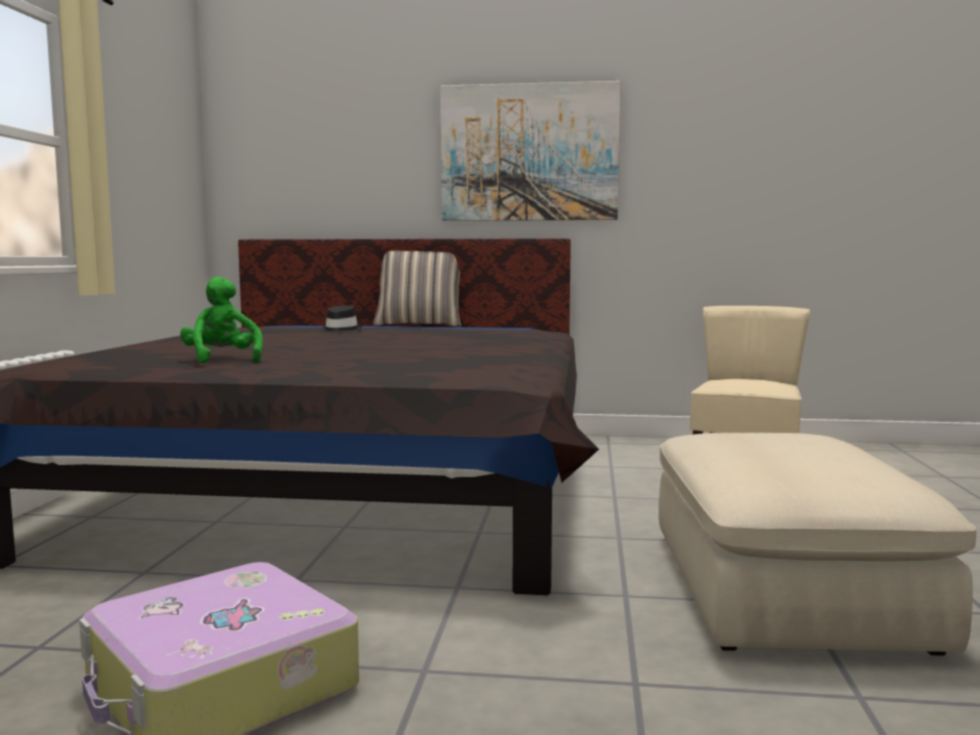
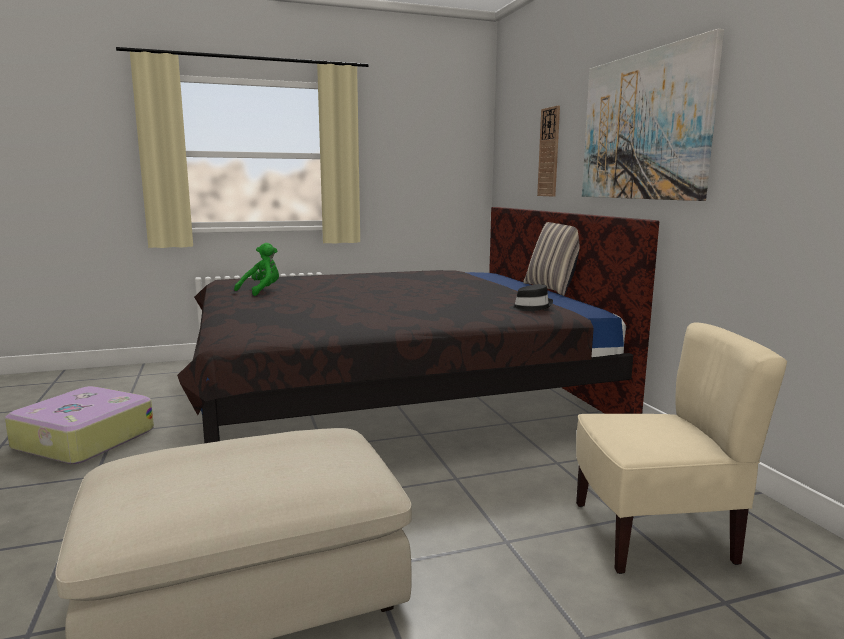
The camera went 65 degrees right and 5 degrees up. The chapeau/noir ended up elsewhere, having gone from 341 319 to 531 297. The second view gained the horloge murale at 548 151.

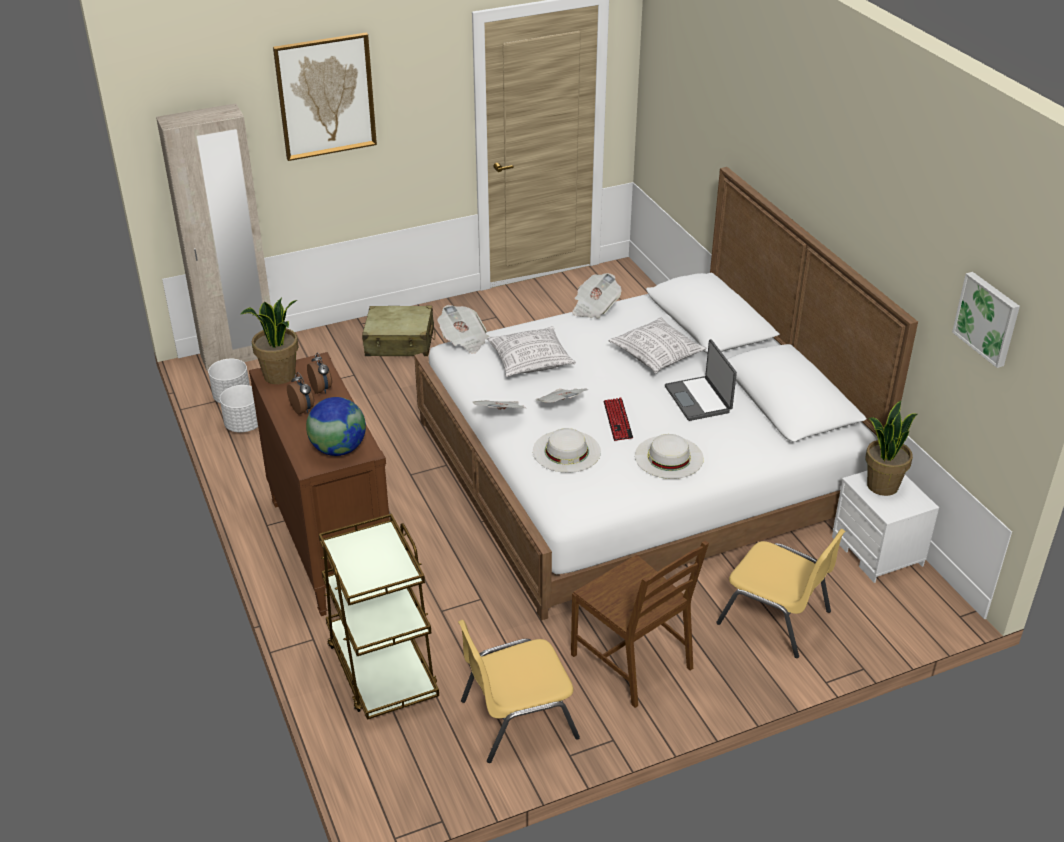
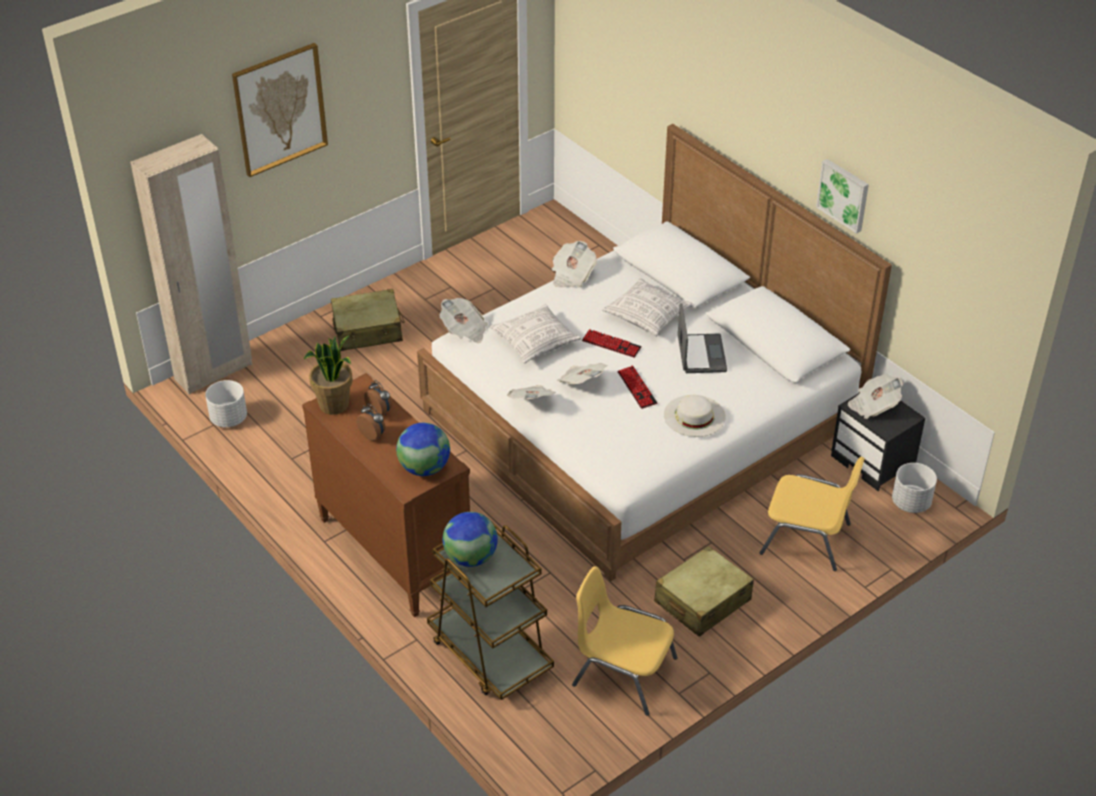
The camera went 15 degrees left and 5 degrees up. The cache-pot/blanc ended up elsewhere, having gone from 239 408 to 914 488. The chaise/jaune at 519 691 ended up facing another way, 60 degrees clockwise from before. The second view lost the chapeau/blanc at 567 450. Where the chaise/marron stood at 640 624, the valise/beige came to stand at 704 591. The ordinateur portable at 701 380 ended up facing another way, 150 degrees counterclockwise from before. What was the table de chevet/blanc at 885 527 turned into the table de chevet/noir at 878 442. Where the plante en pot stood at 891 448, the journal came to stand at 875 396. The tableau ended up elsewhere, having gone from 986 320 to 842 196. The second view gained the globe at 470 539. The second view gained the clavier at 612 343.

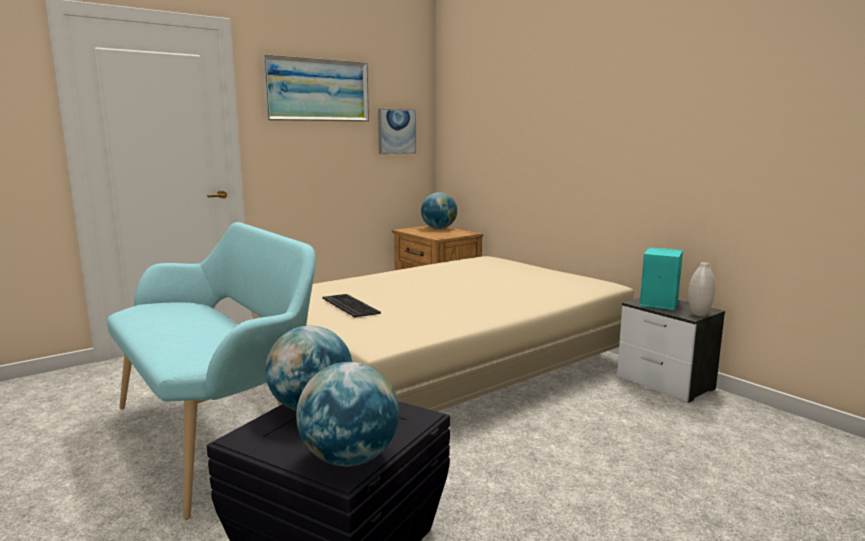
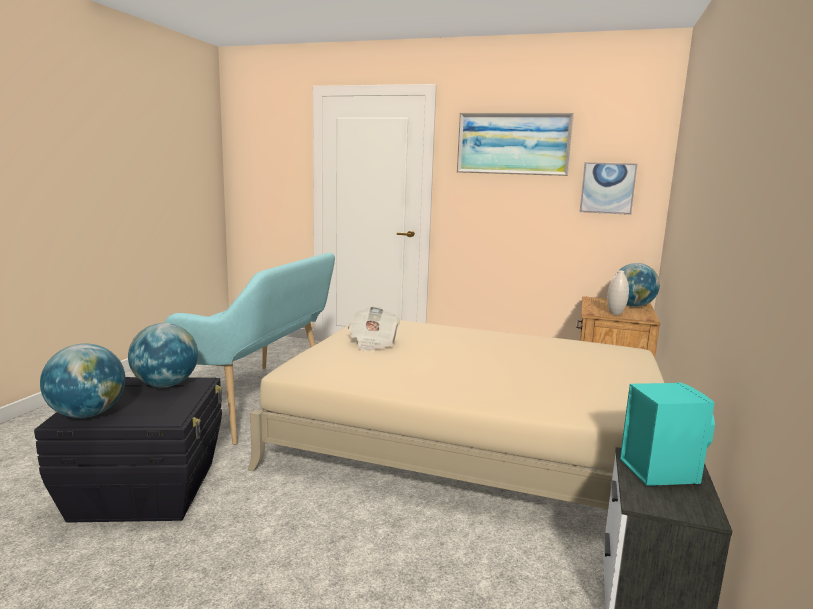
The camera went 55 degrees right and 0 degrees up. Where the clavier stood at 351 305, the journal came to stand at 374 328. The vase/blanc ended up elsewhere, having gone from 701 289 to 618 292.

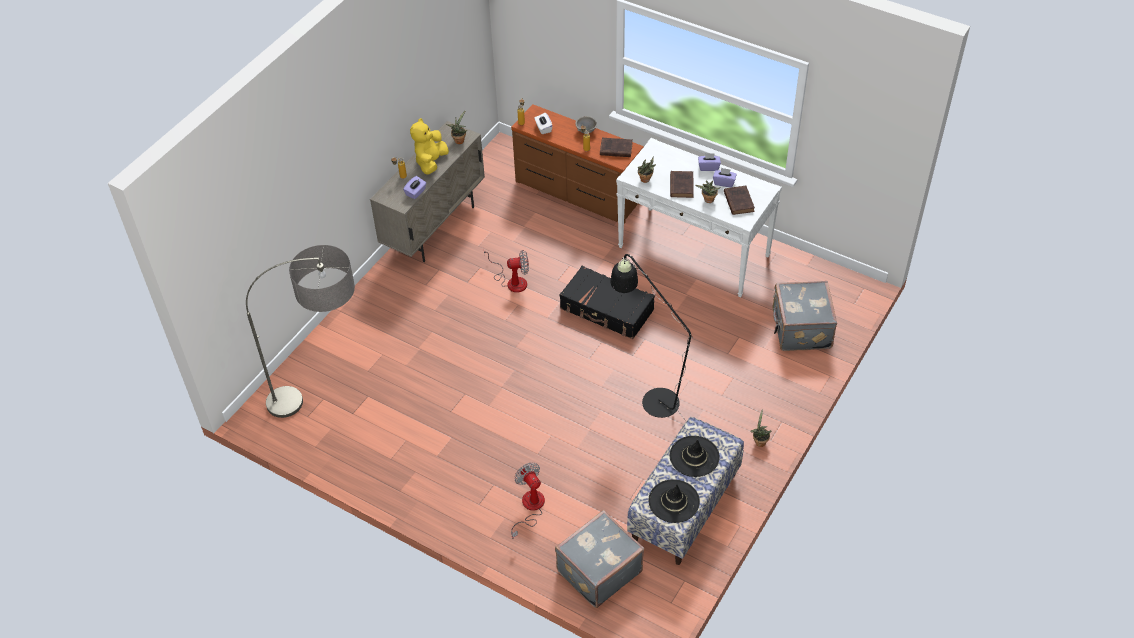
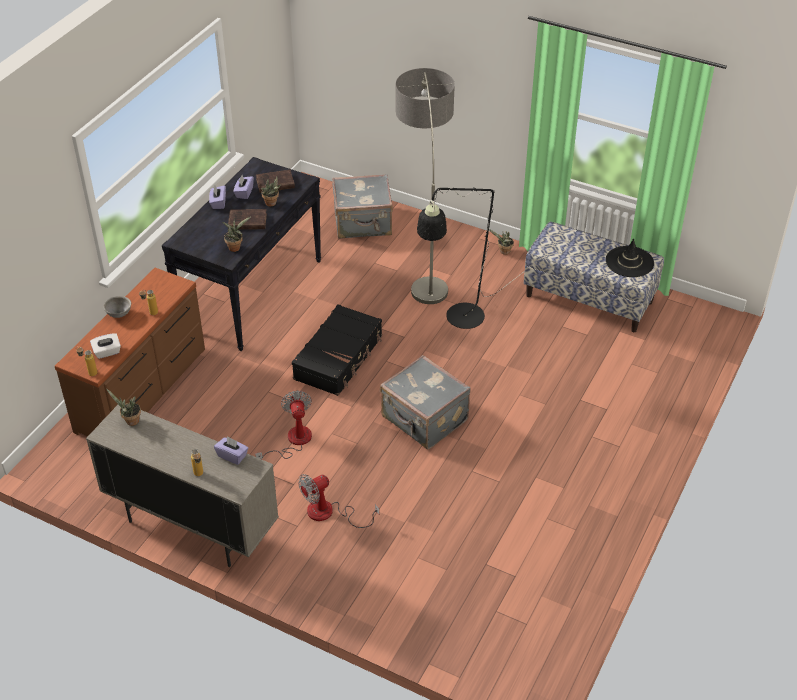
The camera went 95 degrees left and 5 degrees down. The lampadaire ended up elsewhere, having gone from 300 331 to 425 186. The second view lost the peluche/jaune at 429 146. The ventilateur ended up elsewhere, having gone from 528 501 to 338 501. The valise/gris ended up elsewhere, having gone from 599 559 to 425 402. The second view lost the livre/marron at 616 147. What was the table console/blanc at 699 218 turned into the table console/noir at 241 254. The second view lost the chapeau/noir at 695 456.

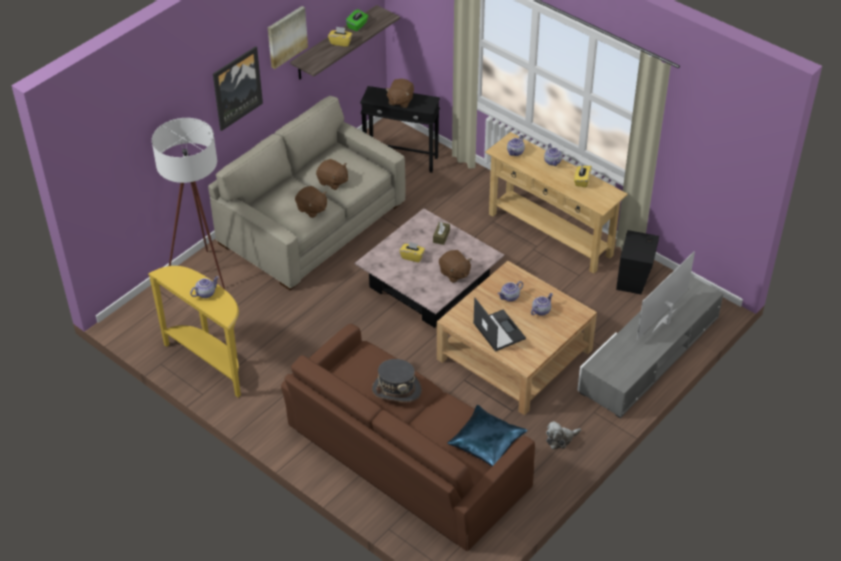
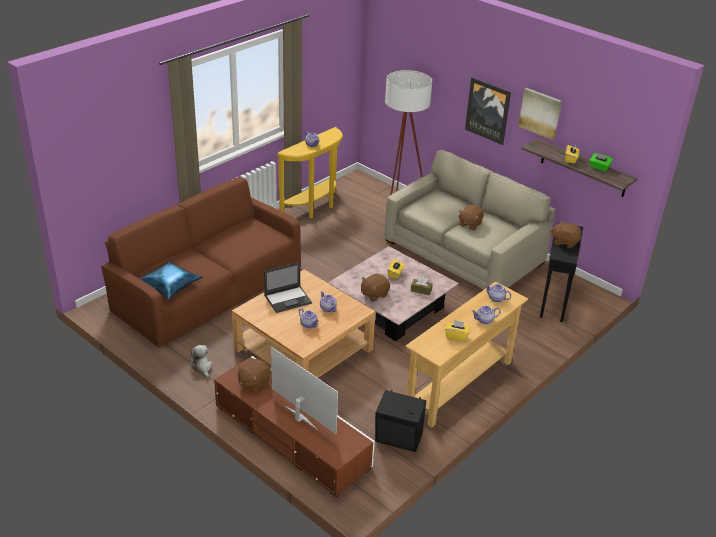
The camera went 90 degrees right and 10 degrees down. The peluche/marron ended up elsewhere, having gone from 311 202 to 254 375. The second view lost the chapeau/gris at 397 380. What was the meuble télé/gris at 650 347 turned into the meuble télé/marron at 294 426.

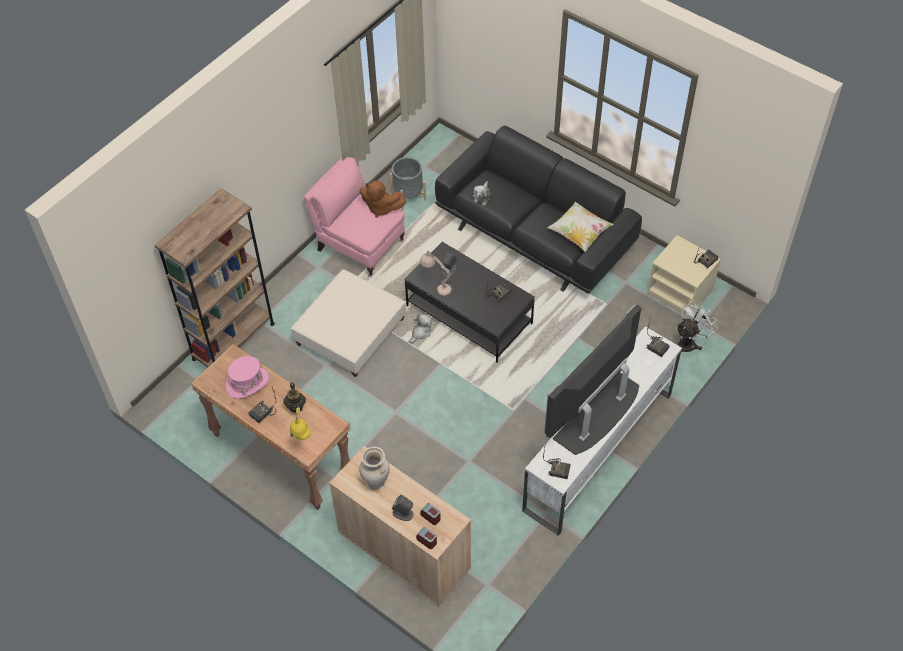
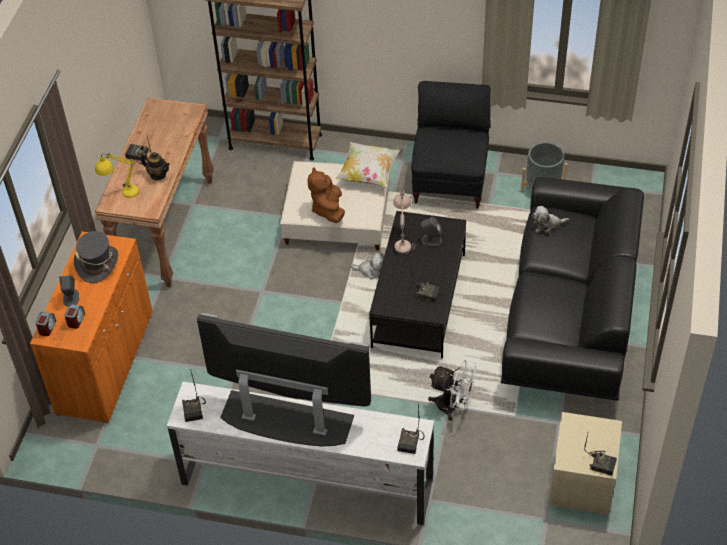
The camera went 65 degrees right and 5 degrees down. The second view lost the chapeau/rose at 247 377. The théière at 294 397 ended up facing another way, 120 degrees counterclockwise from before. What was the fauteuil/rose at 354 217 turned into the fauteuil/noir at 451 145. What was the meuble de rangement/beige at 400 526 turned into the meuble de rangement/orange at 91 327. The peluche/marron ended up elsewhere, having gone from 382 199 to 326 195. Where the vase/beige stood at 374 468, the chapeau/gris came to stand at 96 257. The coussin ended up elsewhere, having gone from 580 227 to 367 164. The ventilateur/blanc ended up elsewhere, having gone from 696 326 to 452 390.

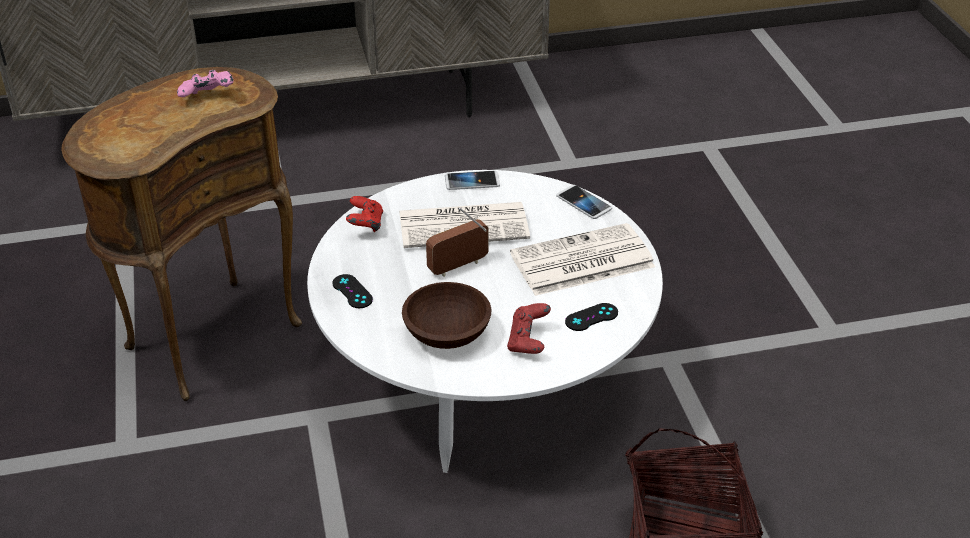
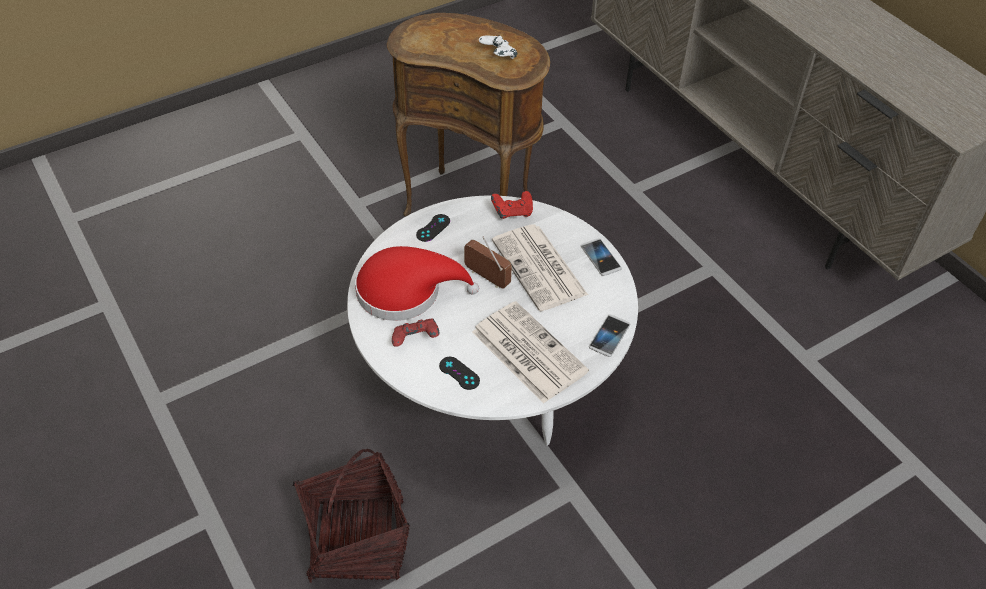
The camera went 70 degrees right and 10 degrees up. What was the manette/rose at 205 83 turned into the manette/blanc at 497 47. Where the bol/marron stood at 446 315, the chapeau/rouge came to stand at 417 283.

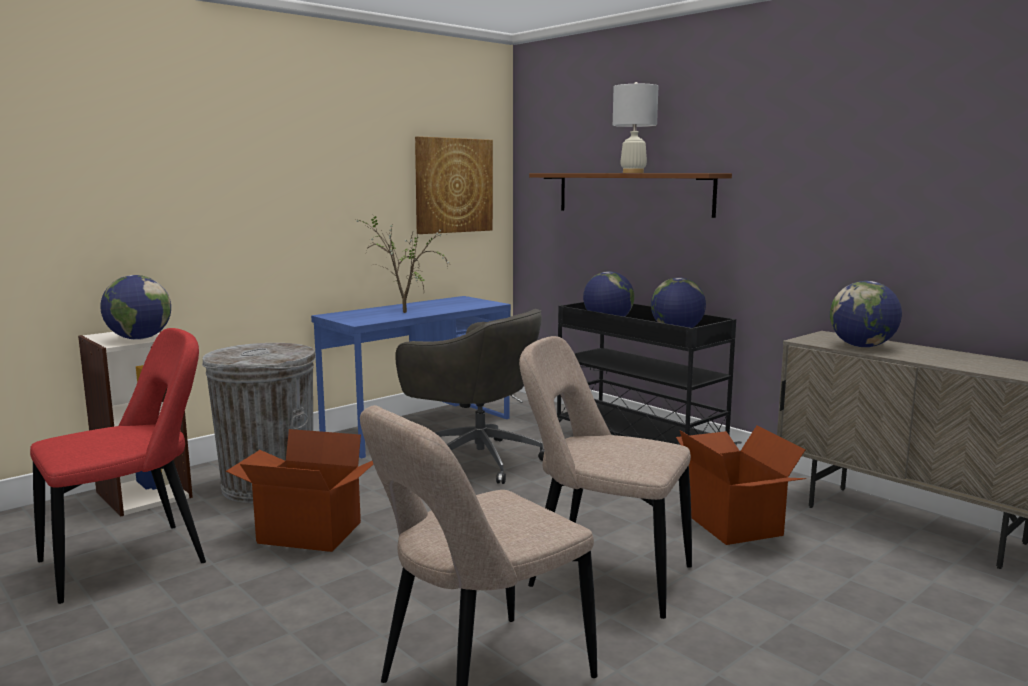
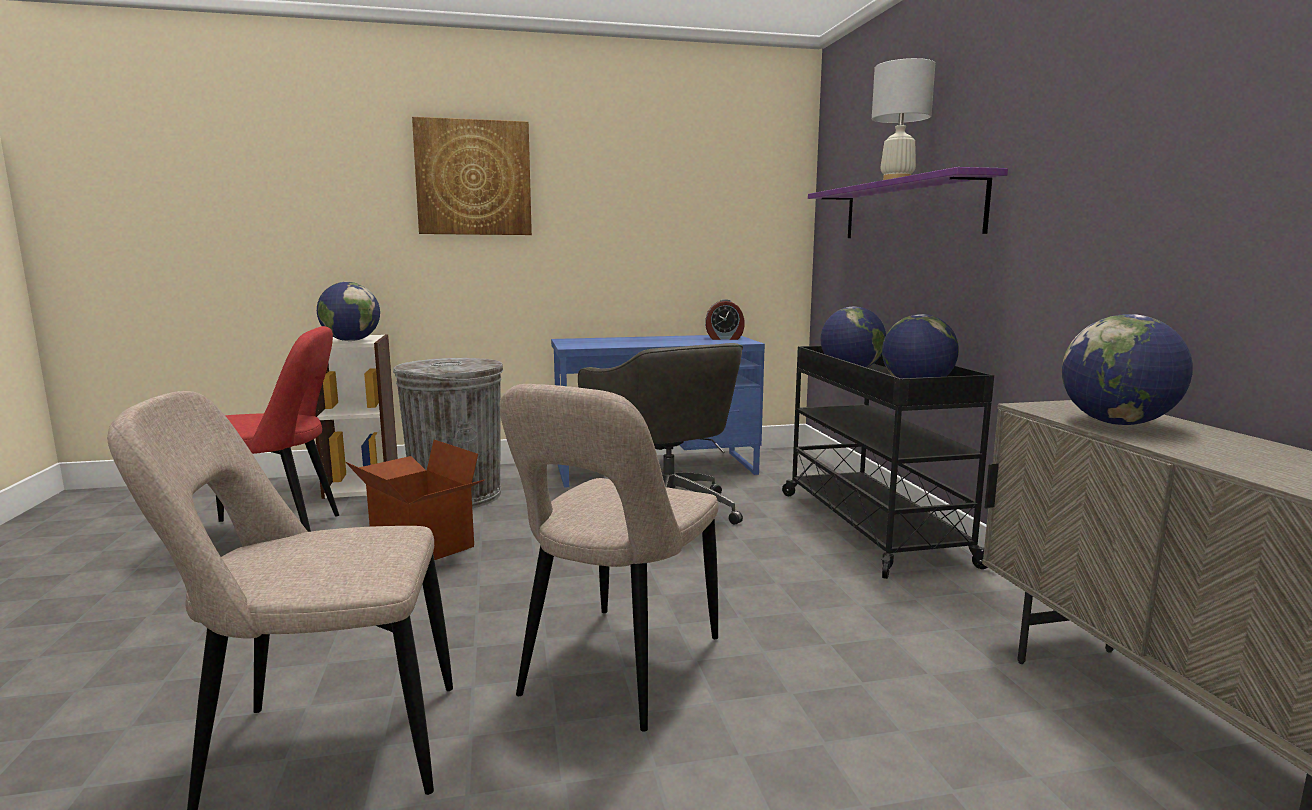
The camera went 30 degrees right and 0 degrees up. The second view lost the plante en pot at 402 264. The tableau ended up elsewhere, having gone from 454 185 to 472 176. The chaise/beige at 605 477 ended up facing another way, 120 degrees counterclockwise from before. What was the étagère/marron at 630 195 turned into the étagère/violet at 908 202. The second view lost the carton at 741 485. The second view gained the réveil at 725 319.

